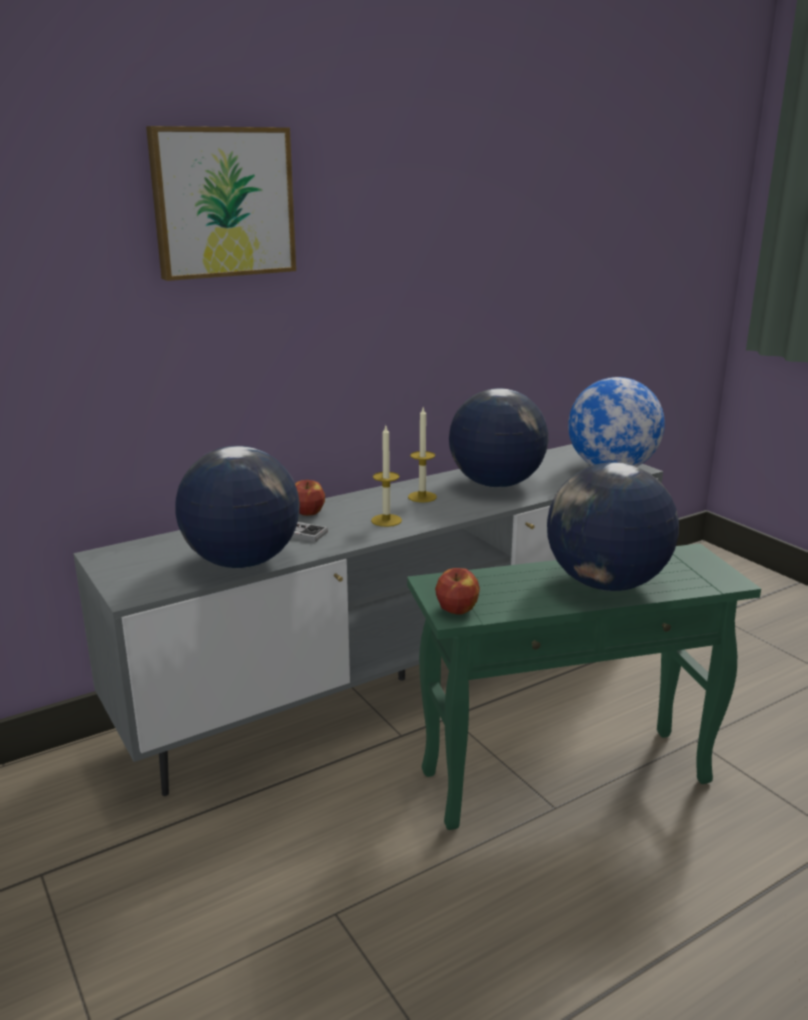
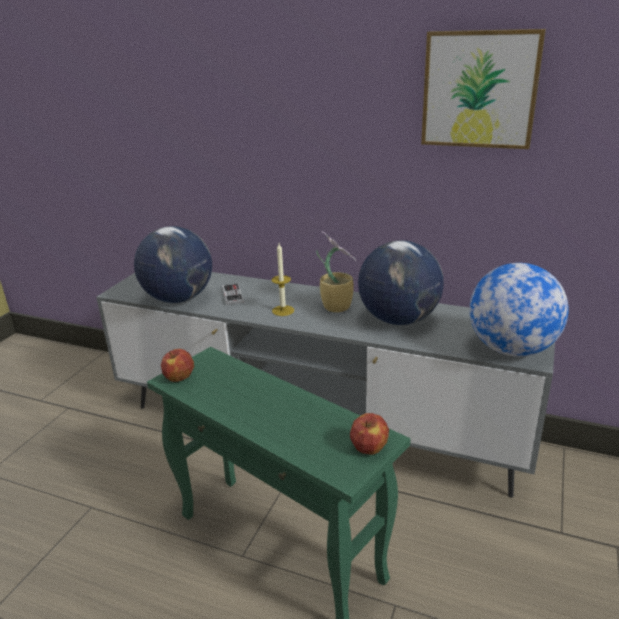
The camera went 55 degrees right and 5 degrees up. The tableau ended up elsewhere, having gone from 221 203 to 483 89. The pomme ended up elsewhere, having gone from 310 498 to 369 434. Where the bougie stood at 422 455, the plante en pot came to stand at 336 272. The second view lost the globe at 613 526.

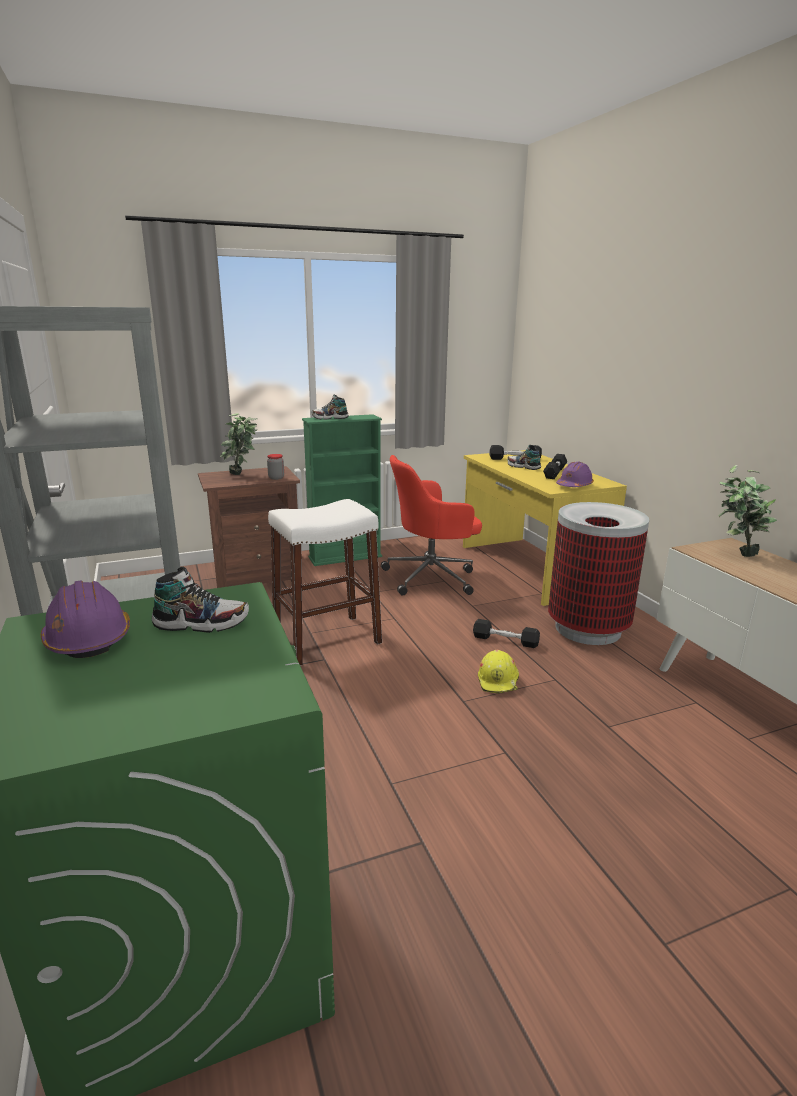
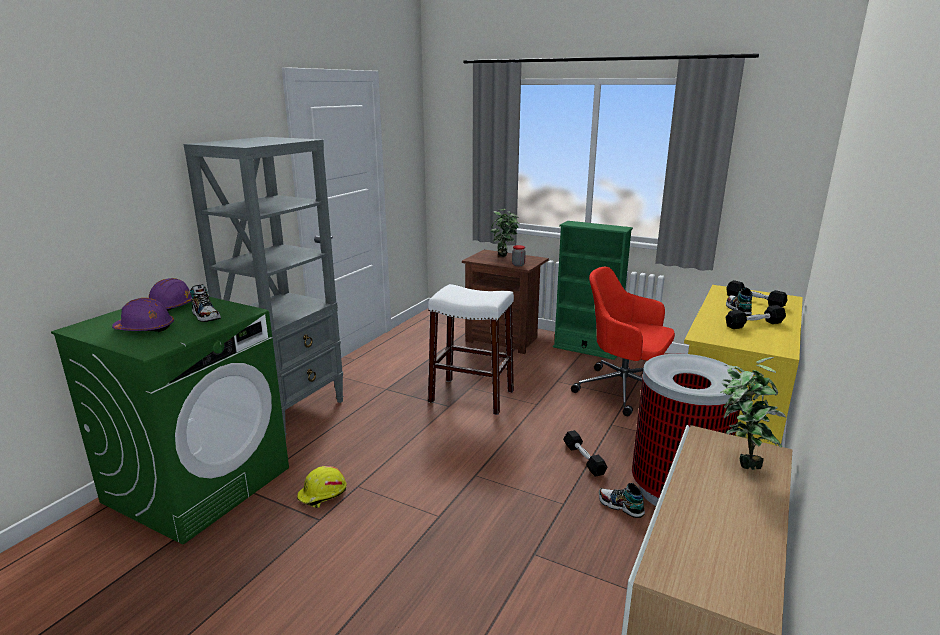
The camera went 50 degrees right and 0 degrees up. The chaussure ended up elsewhere, having gone from 330 407 to 622 500. The casque de chantier/jaune ended up elsewhere, having gone from 498 671 to 322 487. The casque de chantier/violet ended up elsewhere, having gone from 575 474 to 143 315.

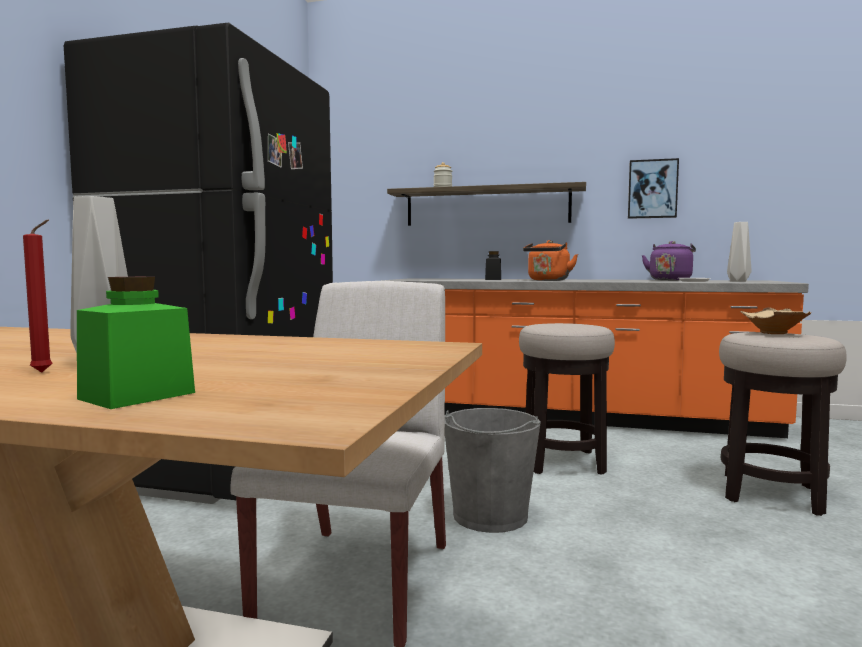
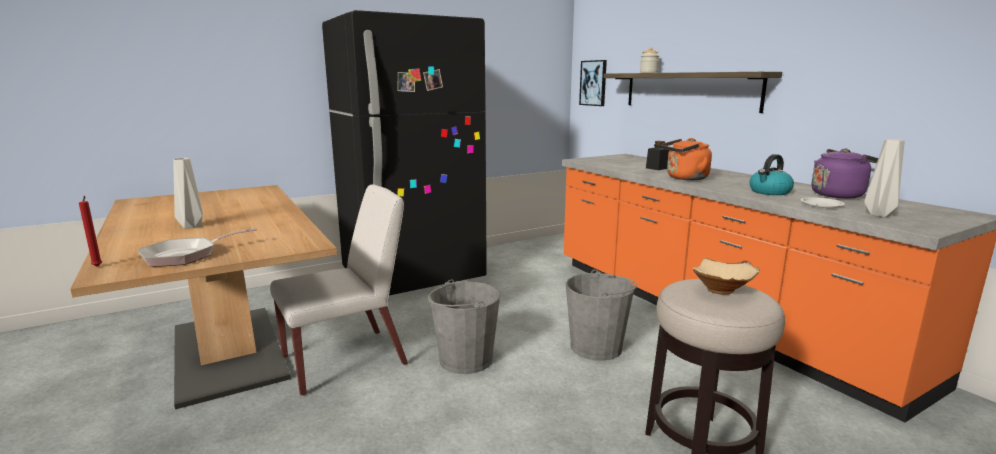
The camera went 45 degrees right and 10 degrees up. The bougie/rouge ended up elsewhere, having gone from 38 296 to 90 231. The second view lost the bocal/vert at 136 343. Where the tabouret stood at 567 399, the seau/gris came to stand at 601 315. The tableau ended up elsewhere, having gone from 653 188 to 593 83. The second view gained the poêle at 197 247. The second view gained the bouilloire at 771 174.

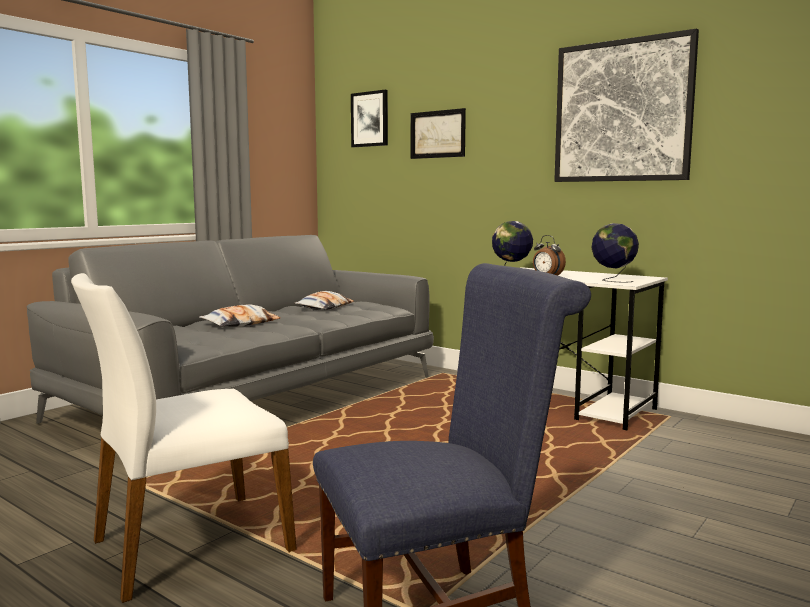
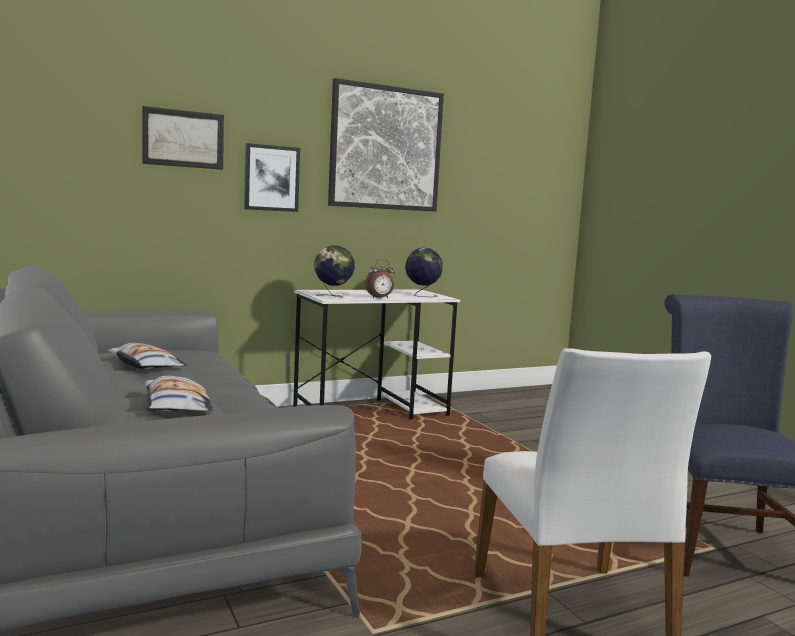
The camera went 65 degrees left and 0 degrees up. The tableau ended up elsewhere, having gone from 369 118 to 272 177.

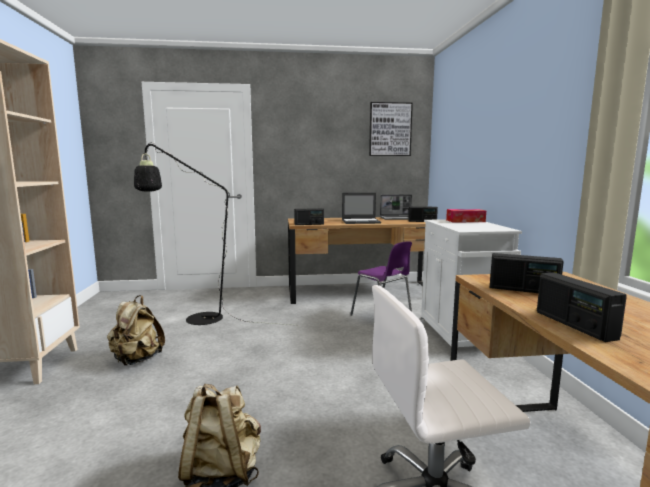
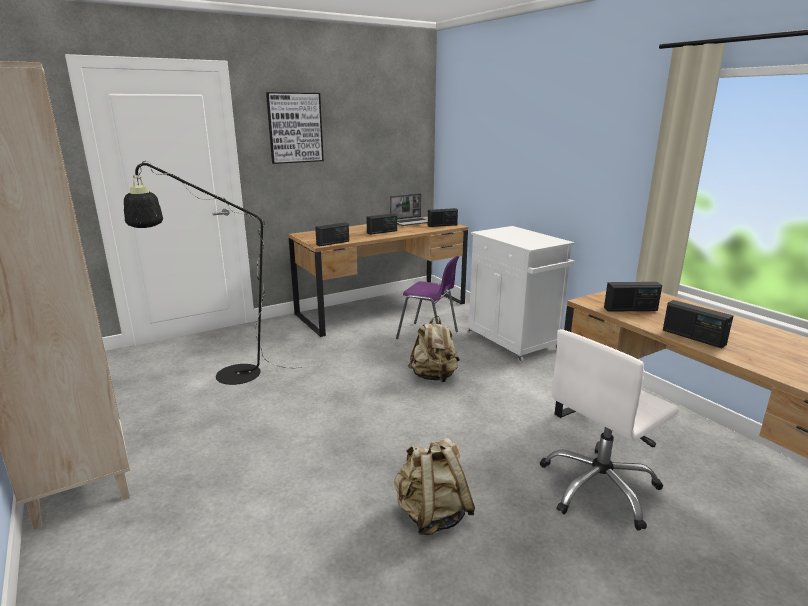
The camera went 25 degrees left and 10 degrees up. The sac à dos/beige ended up elsewhere, having gone from 136 330 to 434 349. Where the ordinateur portable stood at 361 208, the radio came to stand at 381 224. The tableau ended up elsewhere, having gone from 391 129 to 295 128. The second view lost the boîte à mouchoirs at 466 215.

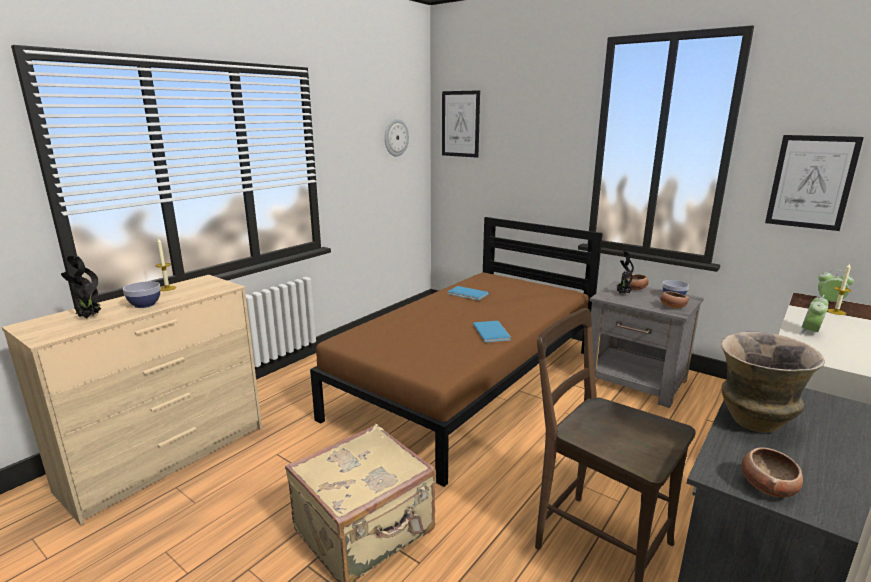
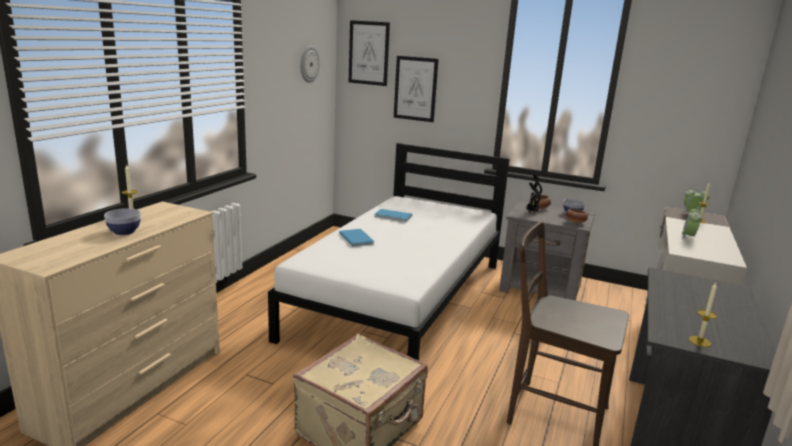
The camera went 15 degrees left and 0 degrees up. The second view lost the plante en pot at 81 287. What was the lit/marron at 456 352 turned into the lit/blanc at 388 251. The livre/bleu ended up elsewhere, having gone from 492 331 to 356 238. The second view lost the vase at 773 382. Where the bol stood at 772 472, the bougie came to stand at 703 315. The tableau ended up elsewhere, having gone from 814 183 to 416 89.

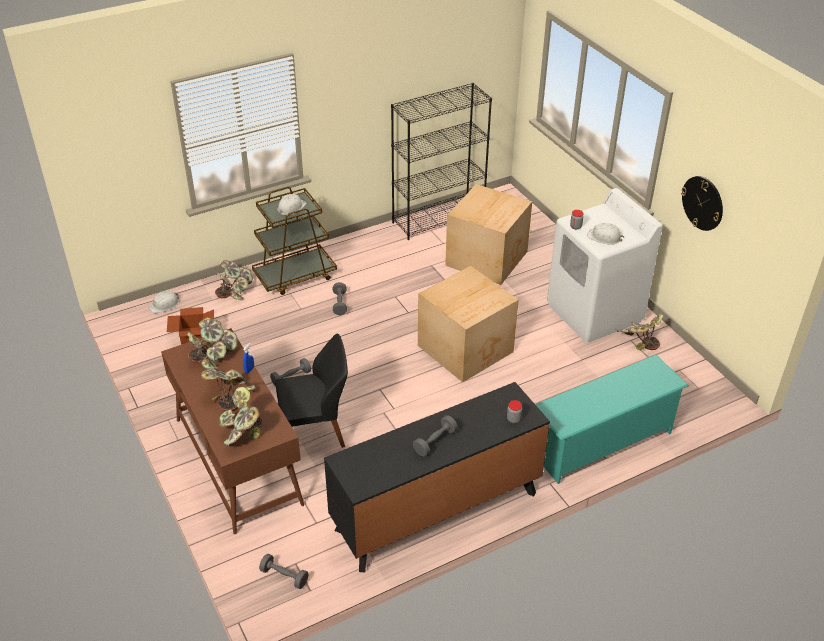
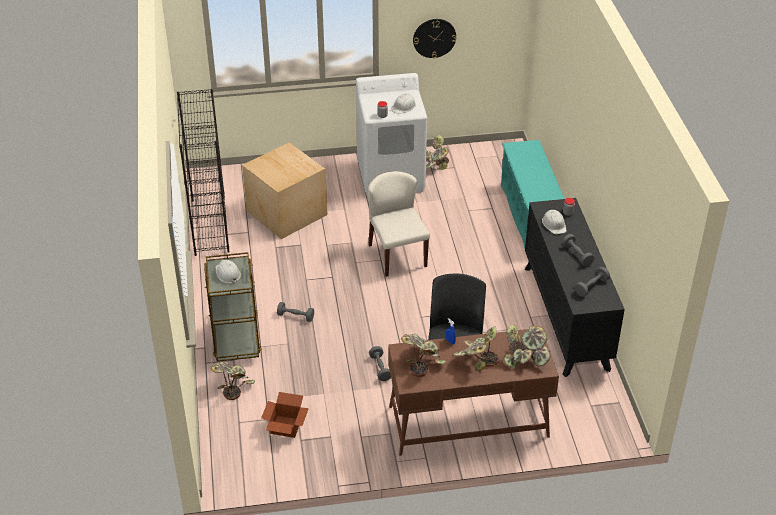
The camera went 70 degrees left and 0 degrees up. The casque de chantier/blanc ended up elsewhere, having gone from 163 301 to 554 222. The haltère/gris ended up elsewhere, having gone from 283 571 to 592 282. Where the carton stood at 468 324, the chaise/beige came to stand at 399 224.

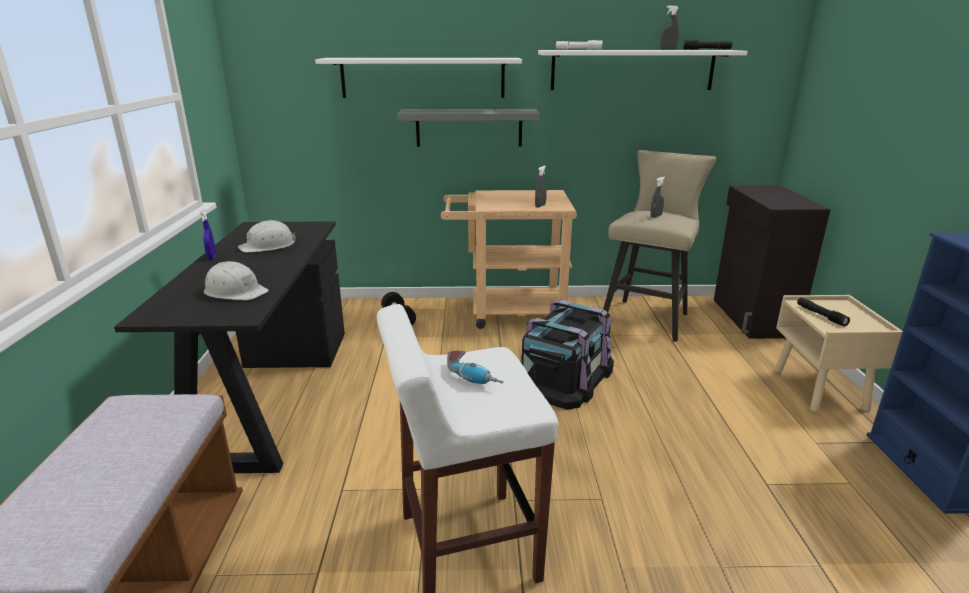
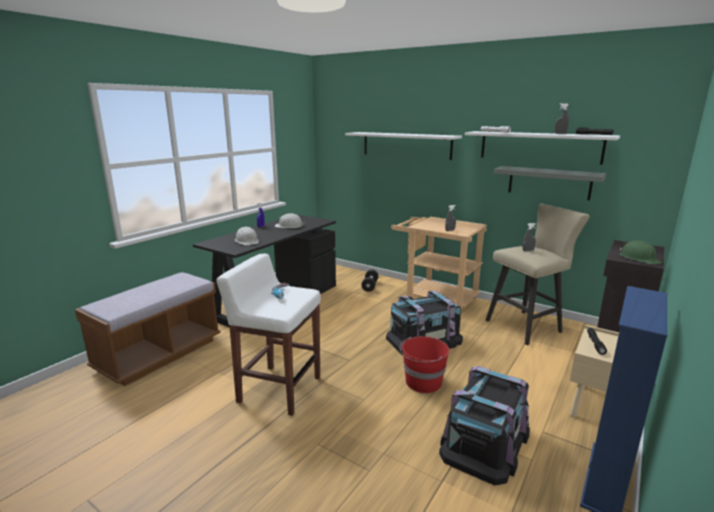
The camera went 35 degrees right and 5 degrees down. The étagère/gris ended up elsewhere, having gone from 468 128 to 550 183. The second view gained the seau/rouge at 425 364. The second view gained the boîte de rangement/noir at 484 425. The second view gained the casque de chantier/vert at 641 252.

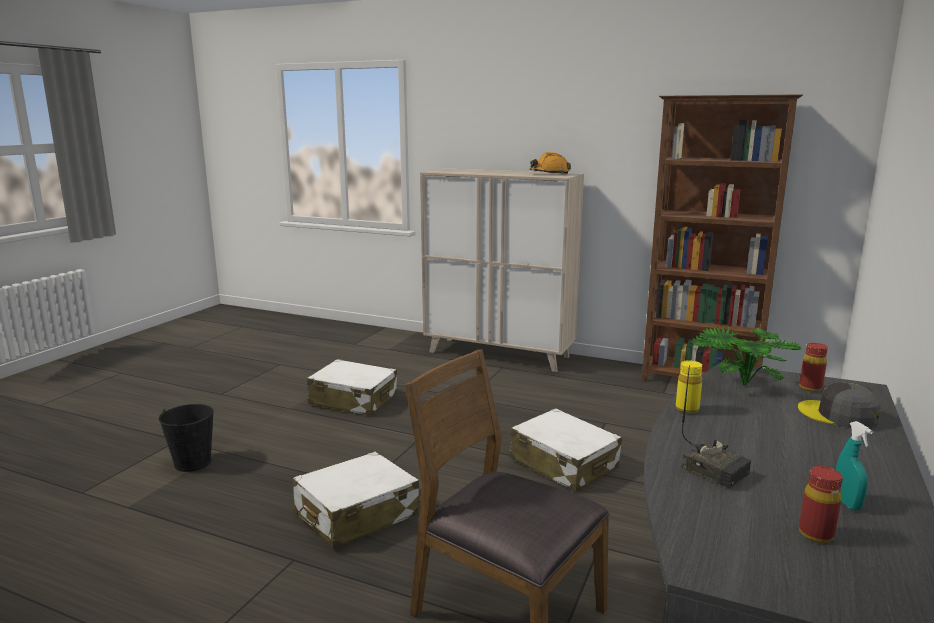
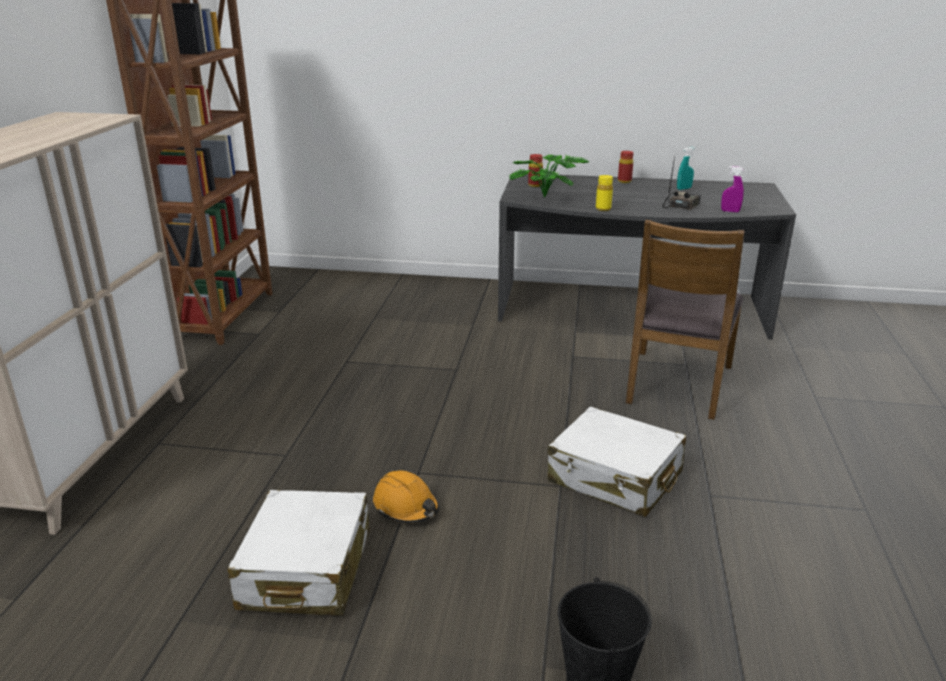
The camera went 105 degrees left and 10 degrees up. The second view lost the valise/blanc at 565 450. The casque de chantier/orange ended up elsewhere, having gone from 550 163 to 406 496. The second view lost the casquette/gris at 839 405. The bouteille/rouge ended up elsewhere, having gone from 821 504 to 625 167. The second view gained the vaporisateur/violet at 732 189.

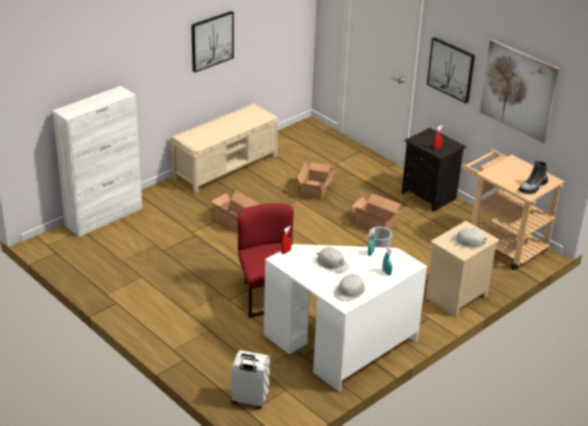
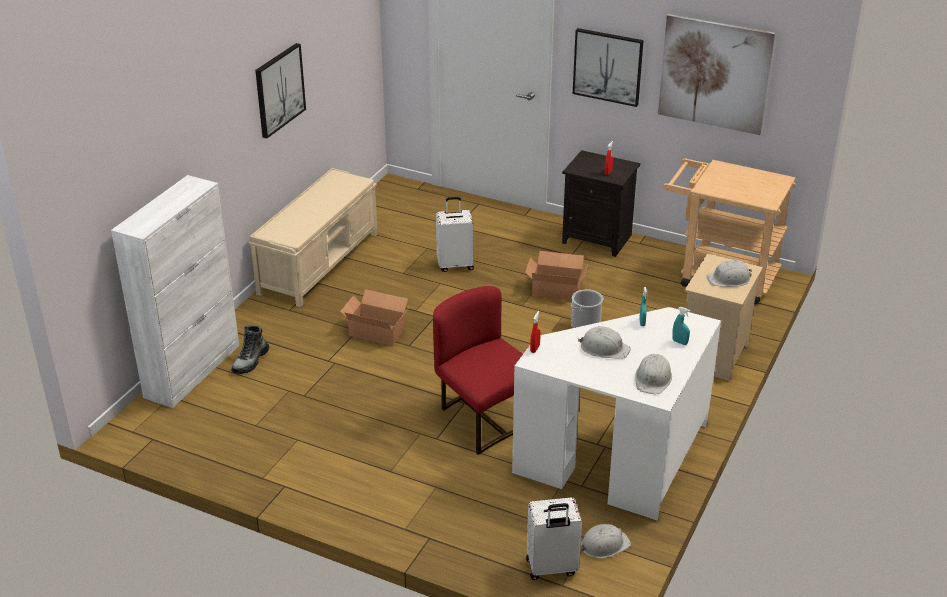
The camera went 20 degrees left and 0 degrees up. Where the carton stood at 317 181, the valise/blanc came to stand at 455 234. The botte ended up elsewhere, having gone from 533 177 to 250 349. The second view gained the casque de chantier/blanc at 605 541.

